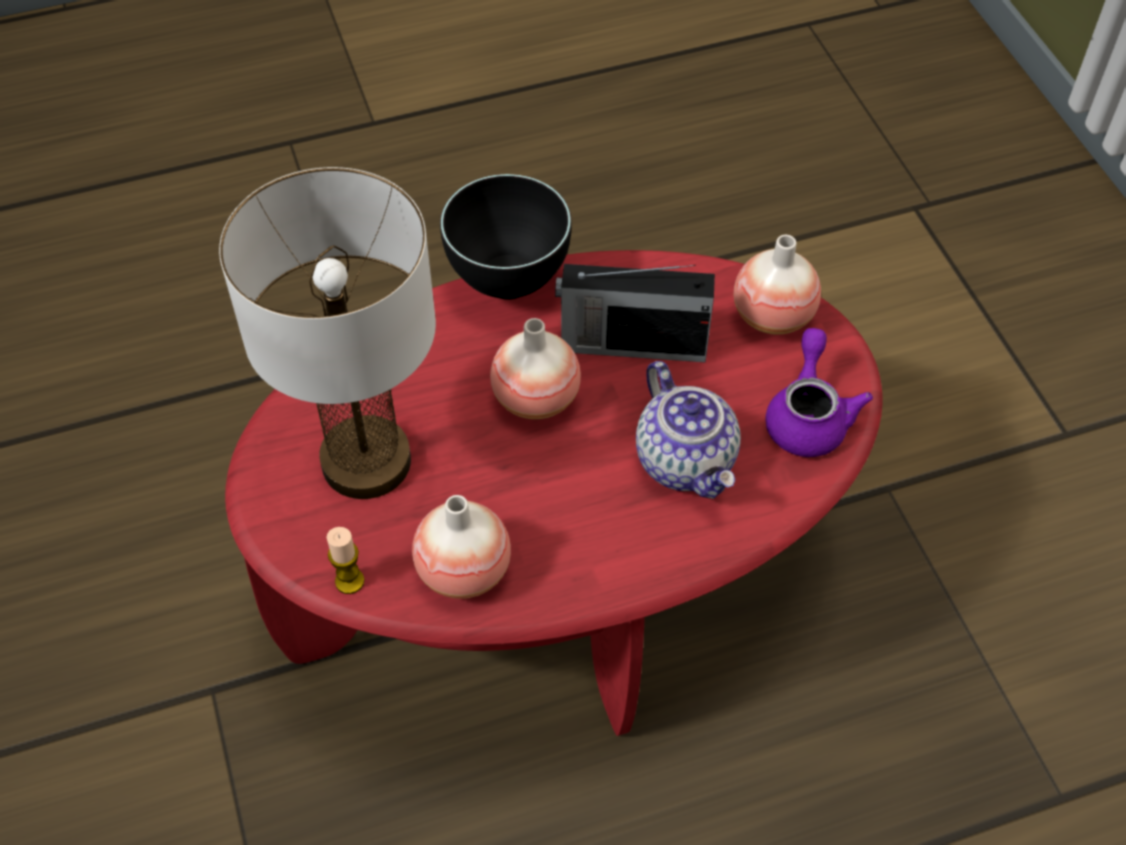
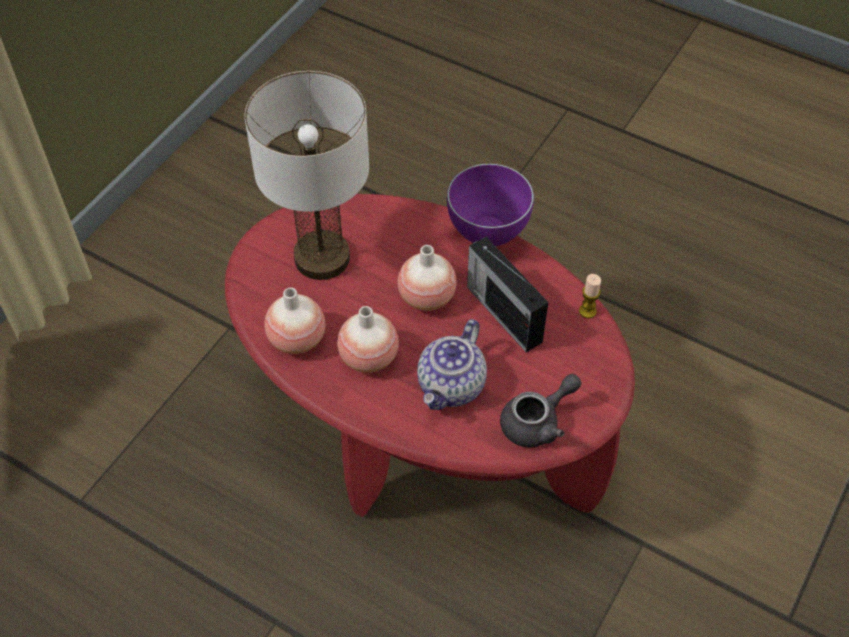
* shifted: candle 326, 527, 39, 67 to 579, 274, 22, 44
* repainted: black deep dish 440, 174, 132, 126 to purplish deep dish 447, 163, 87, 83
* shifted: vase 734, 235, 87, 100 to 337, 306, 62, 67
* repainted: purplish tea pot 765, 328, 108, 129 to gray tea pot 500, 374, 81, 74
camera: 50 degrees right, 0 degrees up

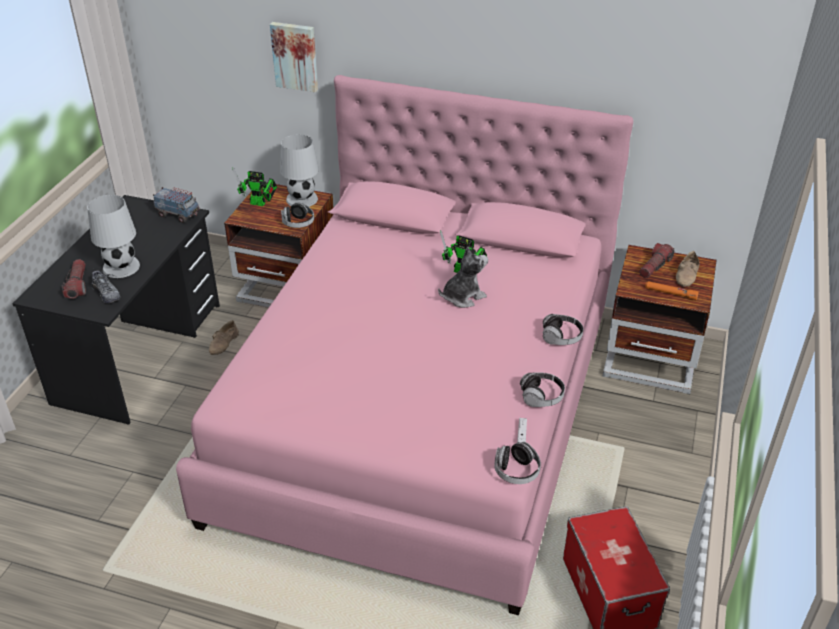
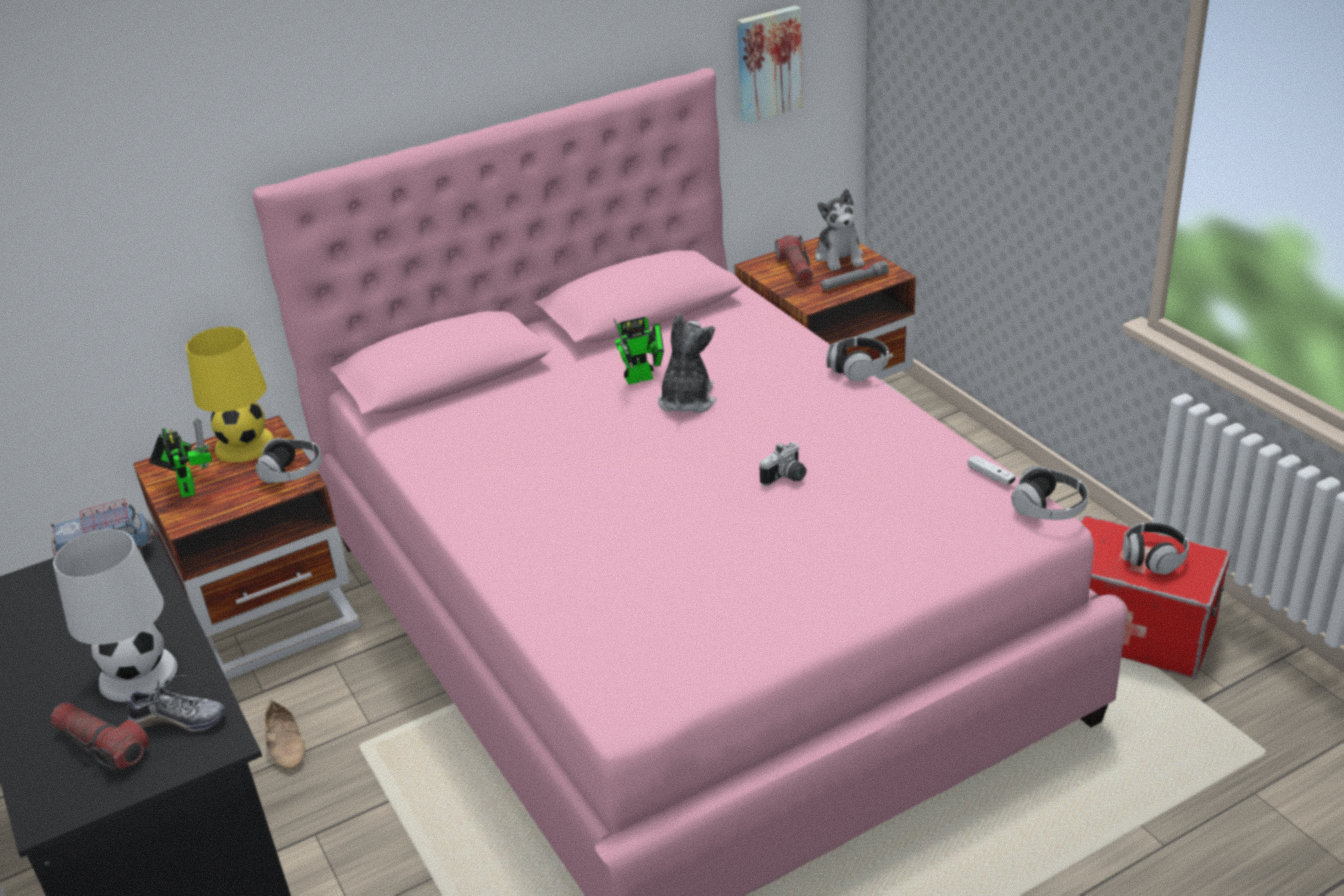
* rotated: robot figure 232, 167, 45, 39 = 149, 418, 63, 80 75 degrees counterclockwise
* shifted: wall art 270, 22, 48, 70 to 737, 5, 66, 119
* repainted: whitish tabletop lamp 280, 134, 39, 73 to yellowish tabletop lamp 186, 327, 88, 135
* shifted: headphones 520, 372, 45, 35 to 1123, 522, 66, 52
* repainted: orangey hand torch 645, 281, 54, 19 to gray hand torch 821, 261, 68, 29
* swapped: beige shoe 676, 251, 24, 36 to plush toy 815, 189, 49, 82
* new: still camera 760, 442, 47, 44
camera: 45 degrees left, 5 degrees down

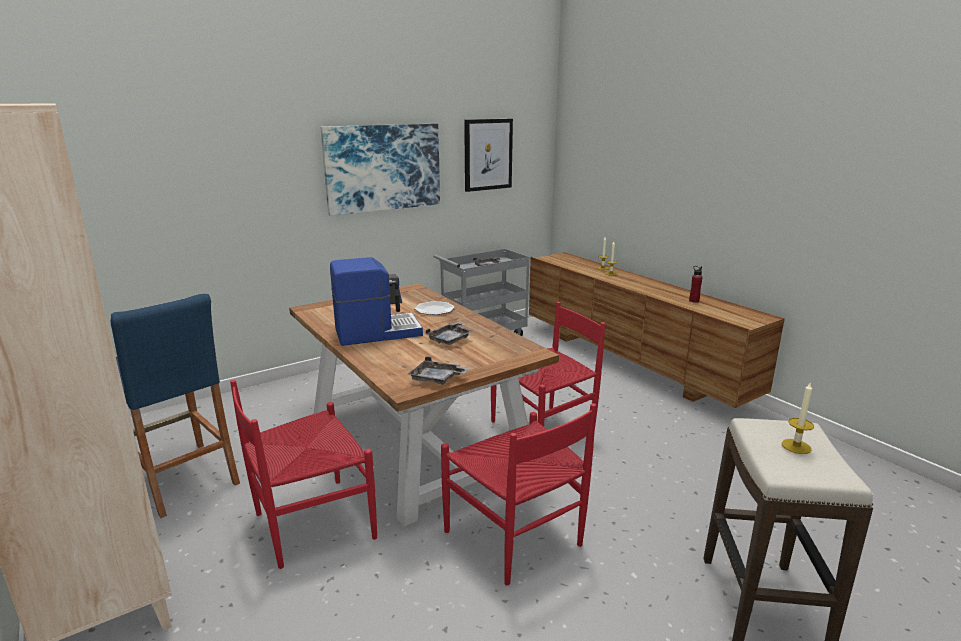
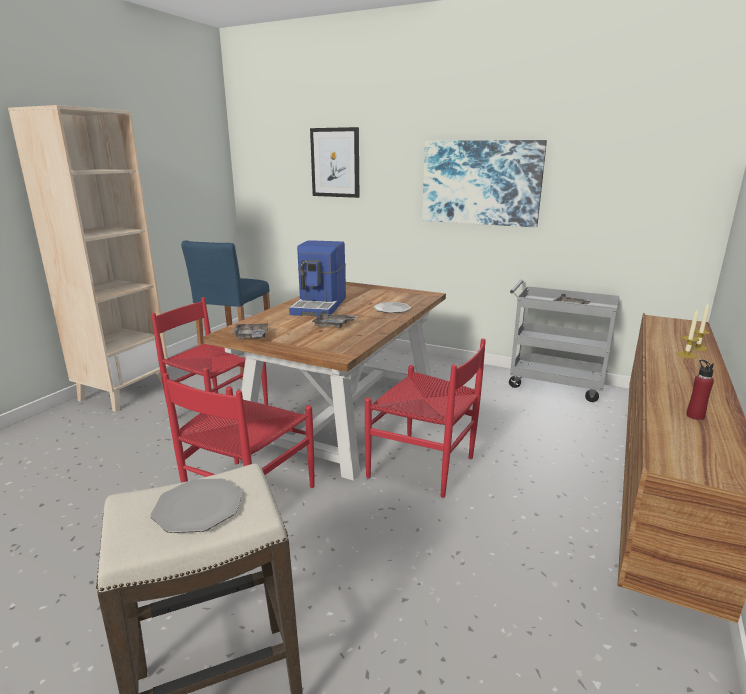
* rotated: coffee maker 330, 257, 93, 89 = 289, 240, 57, 77 60 degrees clockwise
* shifted: wall art 464, 119, 49, 73 to 310, 127, 49, 71
* swapped: candle 782, 383, 32, 71 to flat dish 150, 478, 92, 55
camera: 60 degrees right, 0 degrees up

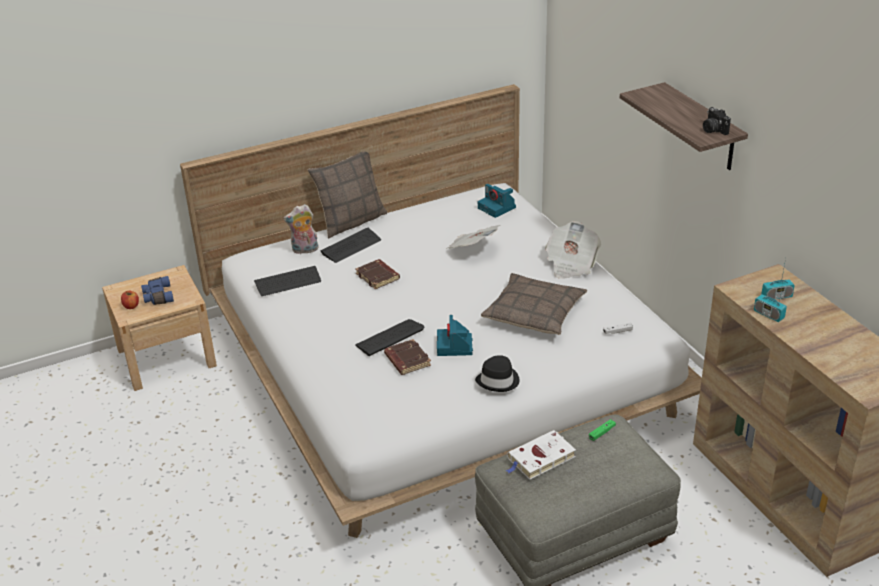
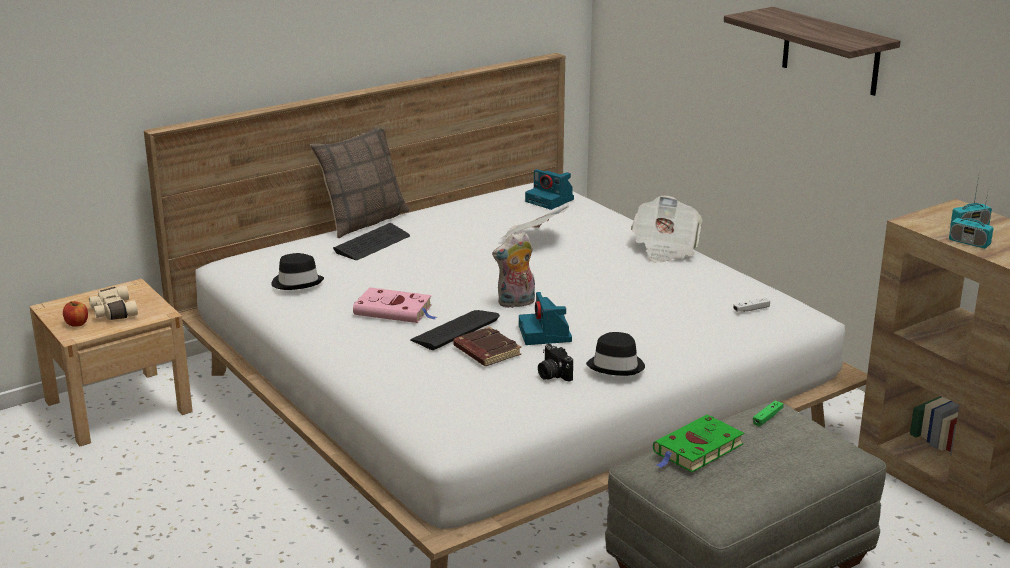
* repainted: bluish pair of binoculars 141, 276, 33, 29 to beige pair of binoculars 89, 285, 49, 35
* swapped: computer keyboard 254, 266, 67, 30 to black clothing hat 271, 253, 53, 37
* shifted: plush toy 283, 204, 36, 50 to 492, 232, 43, 76
* gone: brown bound book 355, 259, 45, 30
* gone: pillow 481, 273, 106, 62
* repainted: whitish bound book 506, 430, 70, 50 to green bound book 653, 415, 91, 57
* shifted: still camera 703, 107, 28, 28 to 538, 344, 35, 38
* new: pink-coloured bound book 353, 287, 84, 36
camera: 10 degrees left, 10 degrees down

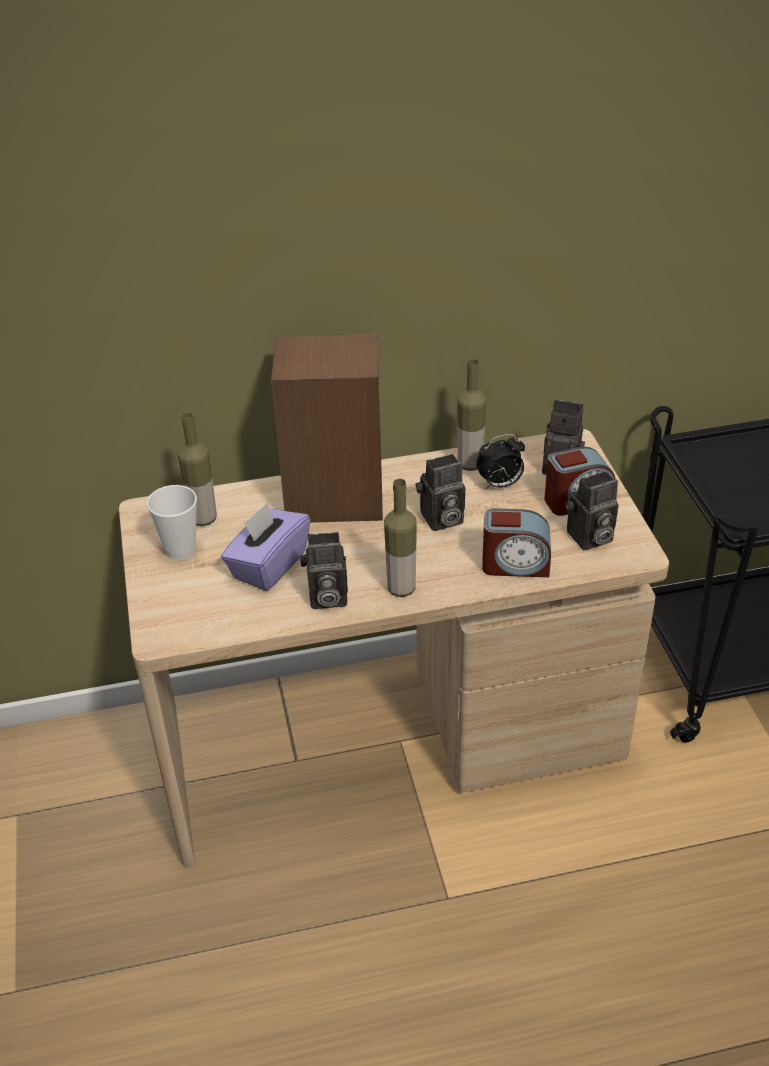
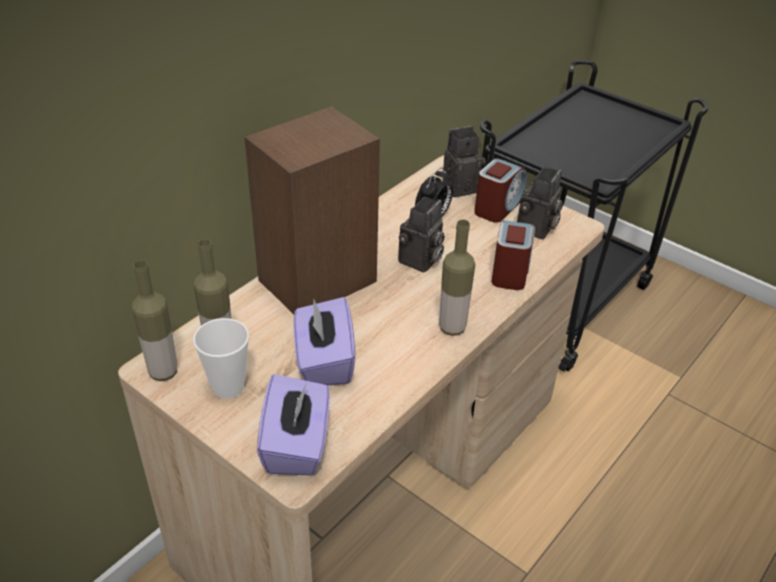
* gone: still camera 300, 532, 48, 77
* shifted: bottle 457, 359, 30, 112 to 132, 260, 45, 121
* rotated: table clock 482, 508, 69, 69 = 492, 220, 43, 70 45 degrees counterclockwise
* new: purplish tissue box 257, 374, 73, 102
camera: 40 degrees left, 0 degrees up

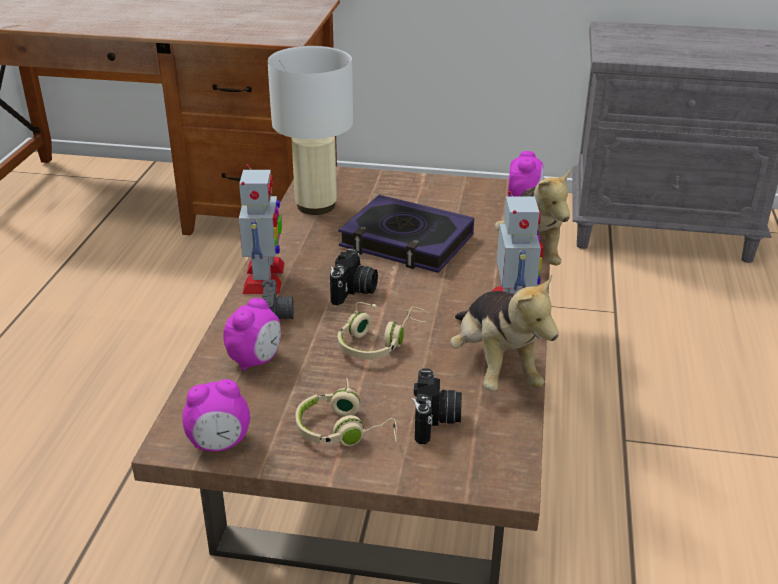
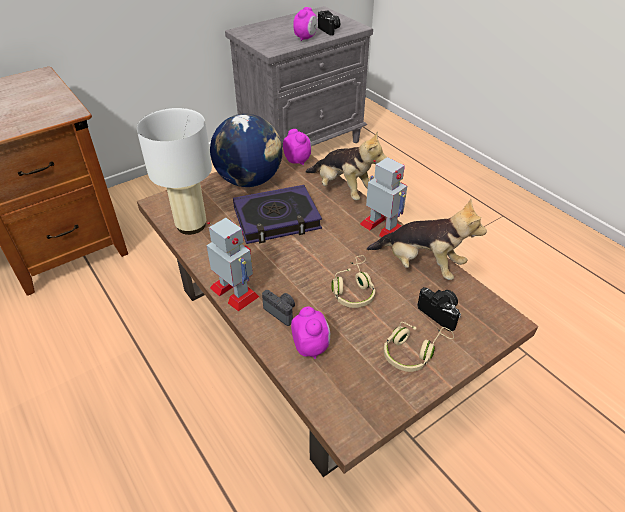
* shifted: table clock 182, 379, 68, 72 to 293, 7, 24, 34
* shifted: still camera 330, 248, 48, 57 to 318, 10, 22, 26
* new: desk globe 210, 114, 72, 73
camera: 45 degrees left, 10 degrees up

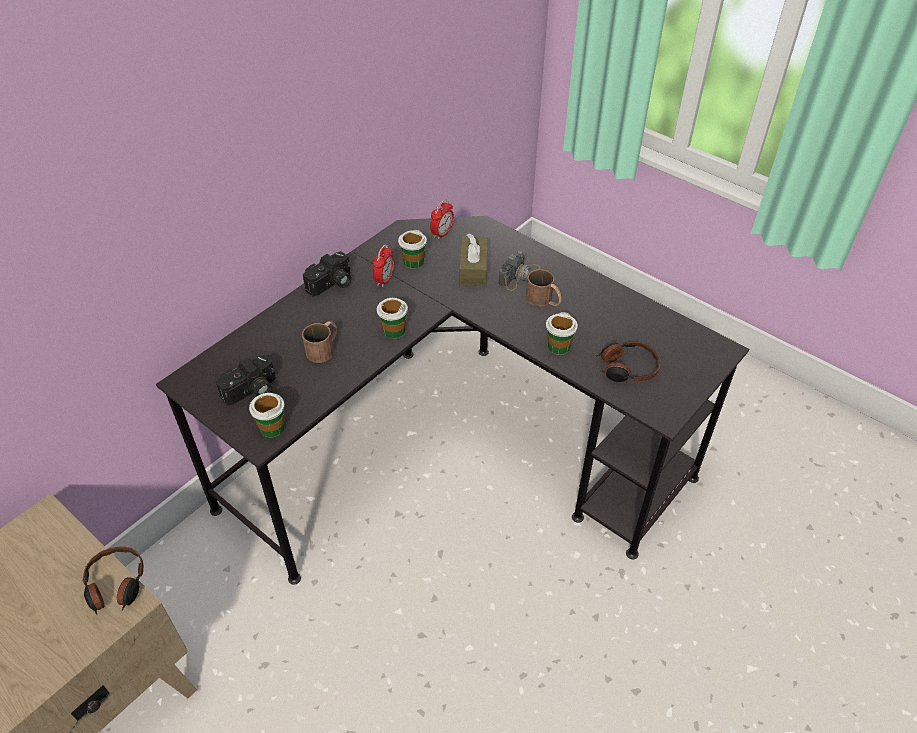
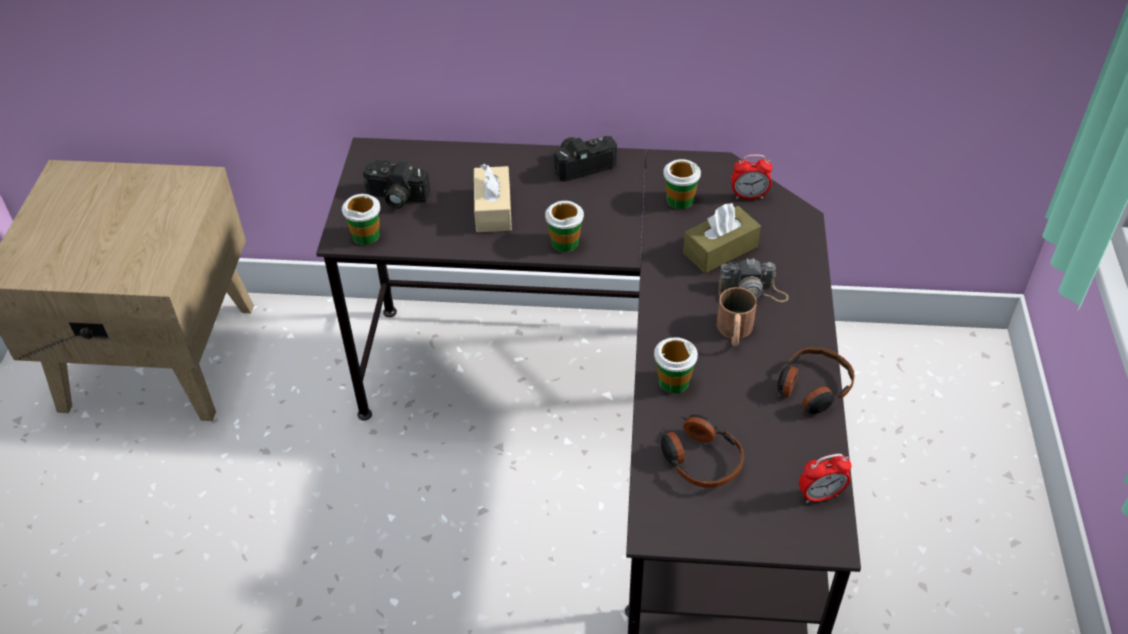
* shifted: headphones 83, 546, 60, 69 to 777, 347, 77, 67
* swapped: brown coffee mug 302, 321, 35, 42 to beige tissue box 474, 164, 38, 68
* rotated: still camera 303, 251, 48, 46 = 554, 136, 63, 45 150 degrees clockwise
* shifted: table clock 373, 244, 21, 43 to 799, 454, 52, 49
camera: 55 degrees right, 0 degrees up

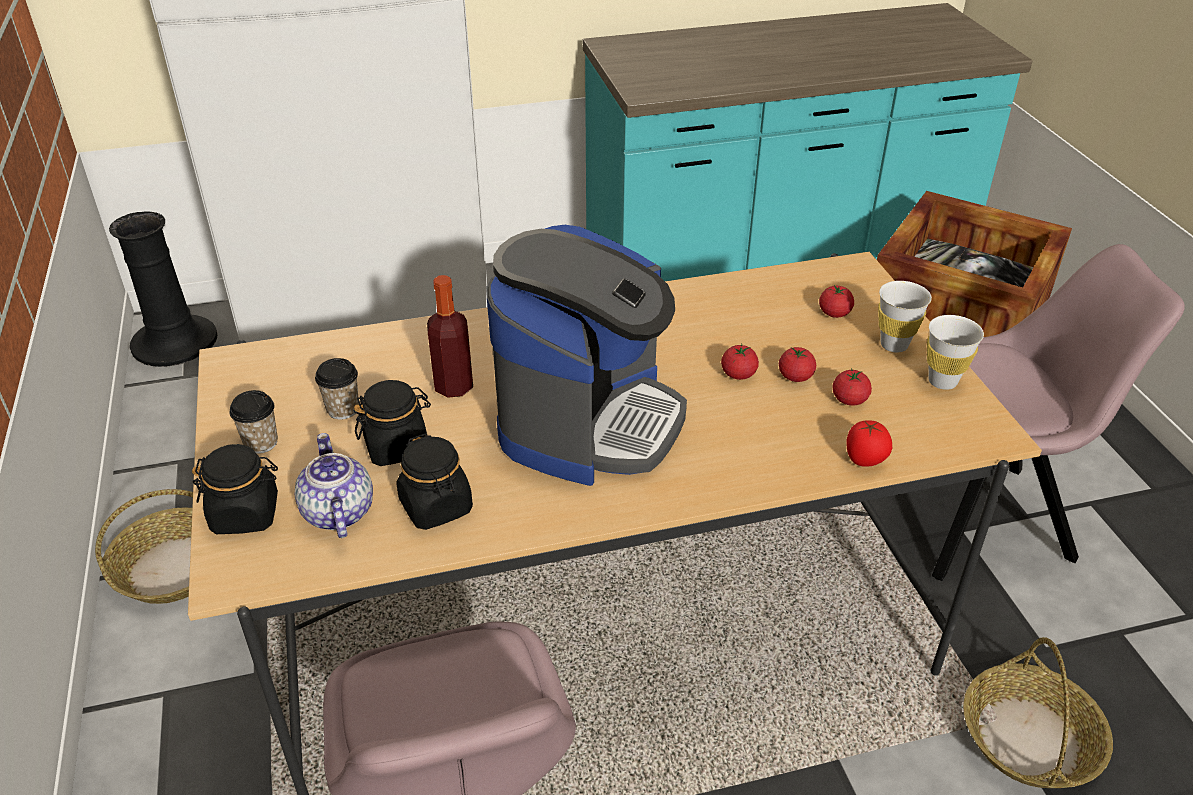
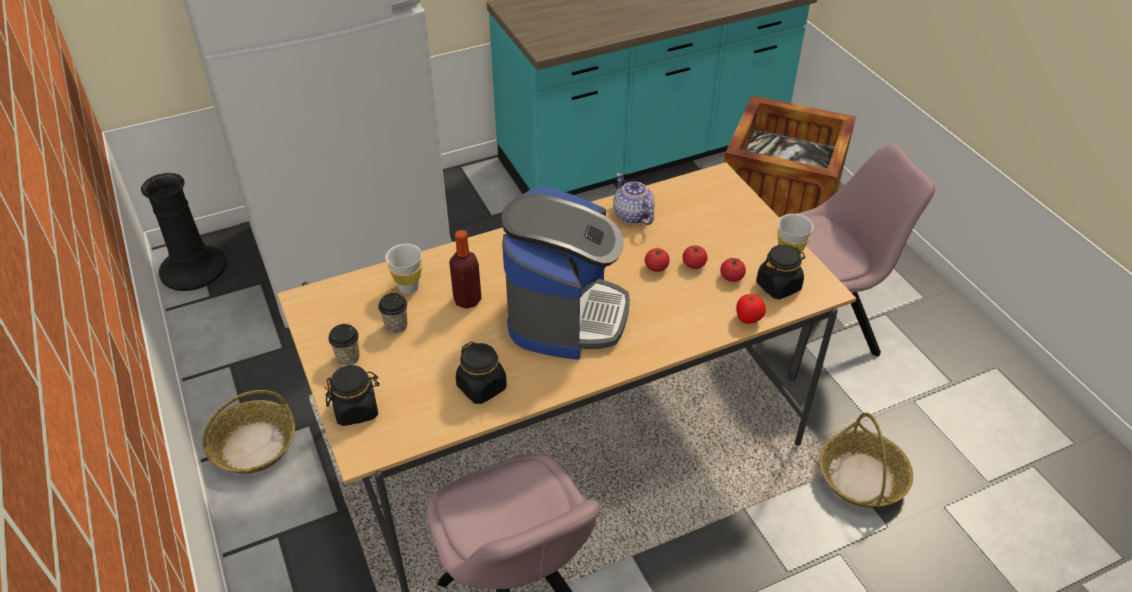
* shifted: tea pot 294, 433, 79, 105 to 613, 173, 42, 52
* shifted: black jar 354, 380, 77, 86 to 756, 245, 49, 55
* gone: tomato 819, 284, 35, 34
* shifted: whitish small cup 878, 281, 54, 72 to 385, 244, 37, 50
camera: 10 degrees left, 5 degrees up

